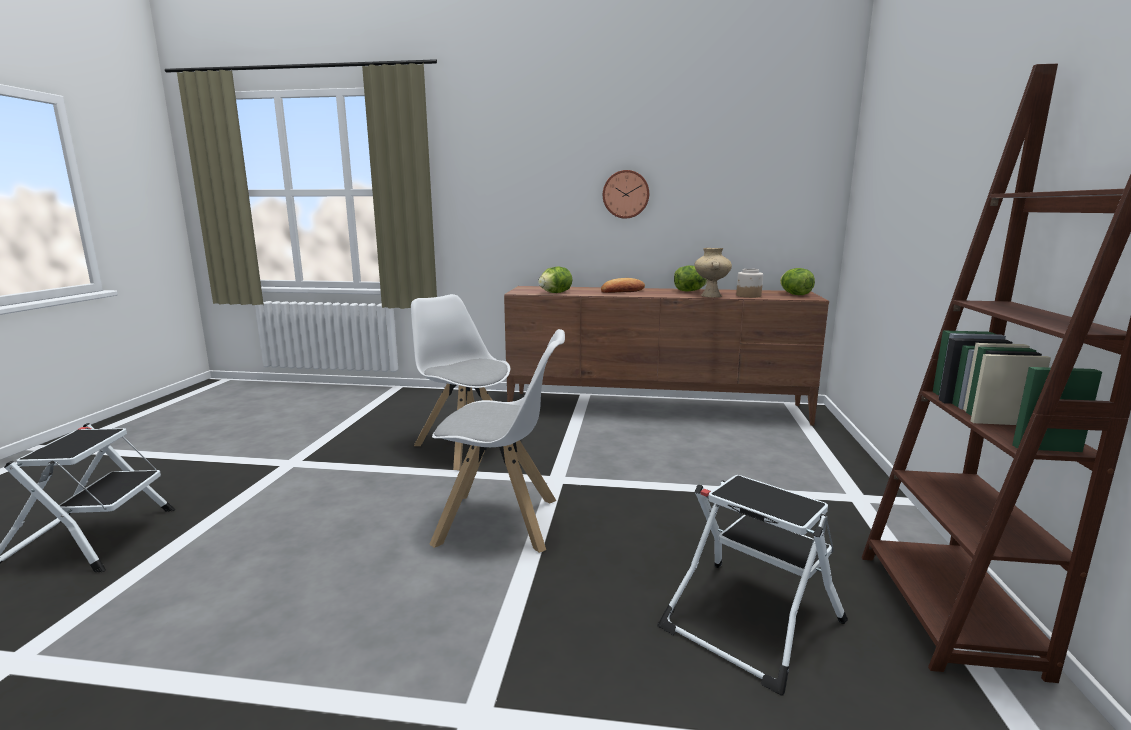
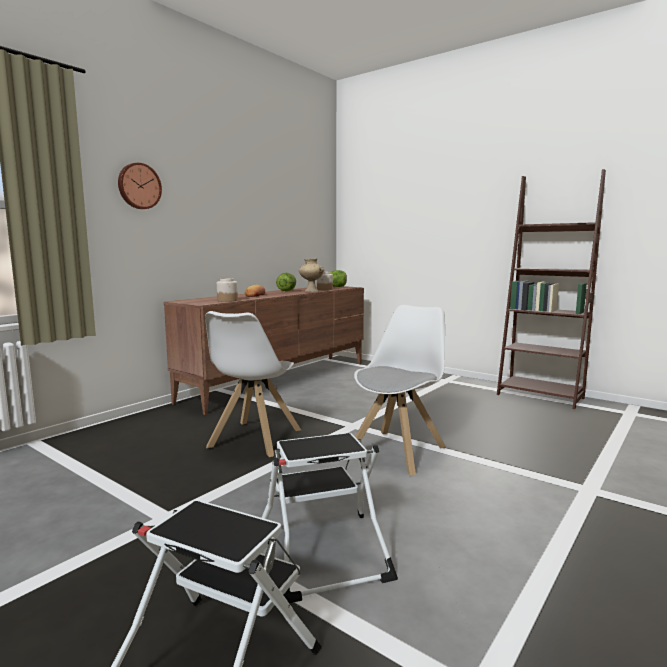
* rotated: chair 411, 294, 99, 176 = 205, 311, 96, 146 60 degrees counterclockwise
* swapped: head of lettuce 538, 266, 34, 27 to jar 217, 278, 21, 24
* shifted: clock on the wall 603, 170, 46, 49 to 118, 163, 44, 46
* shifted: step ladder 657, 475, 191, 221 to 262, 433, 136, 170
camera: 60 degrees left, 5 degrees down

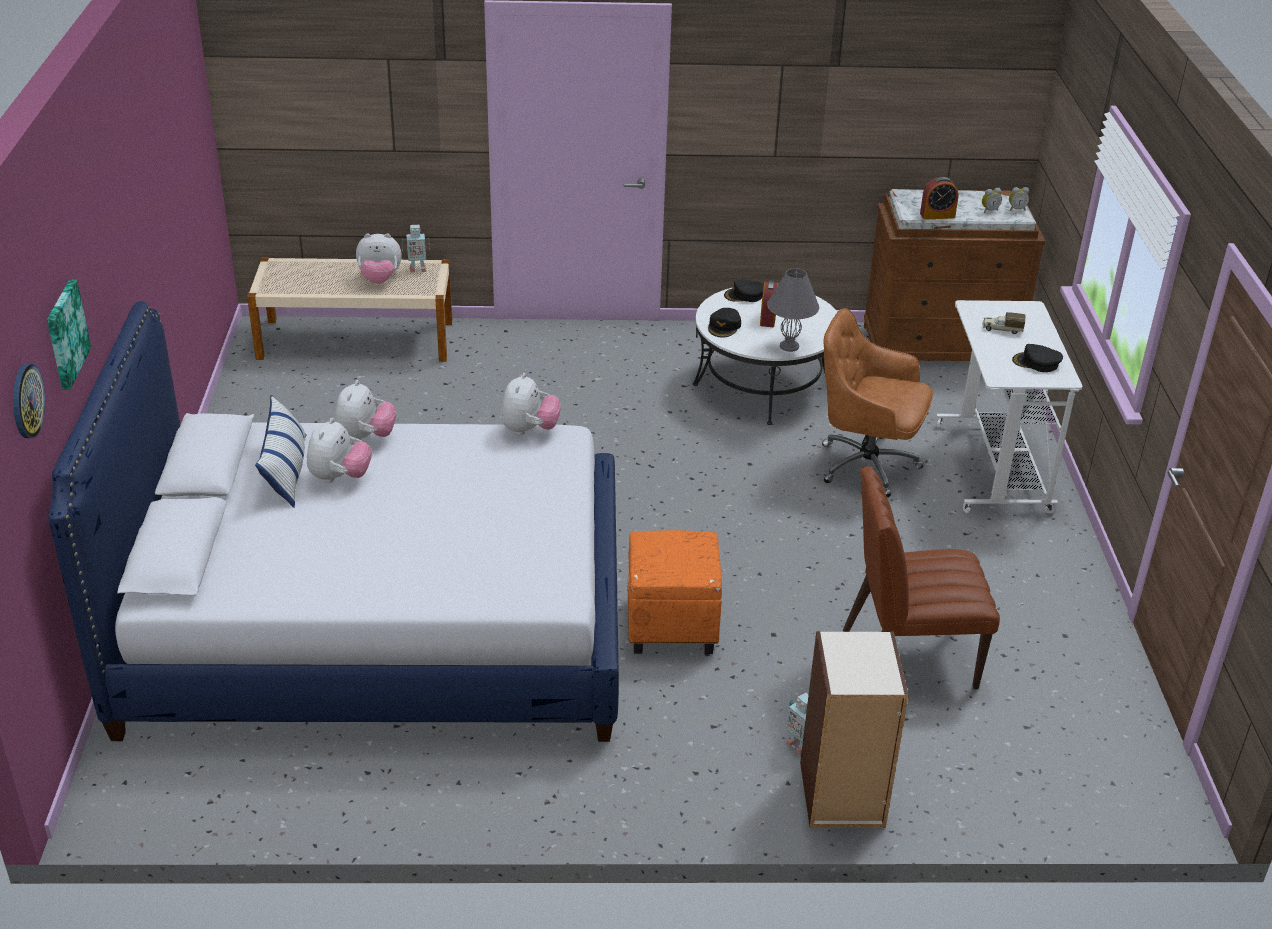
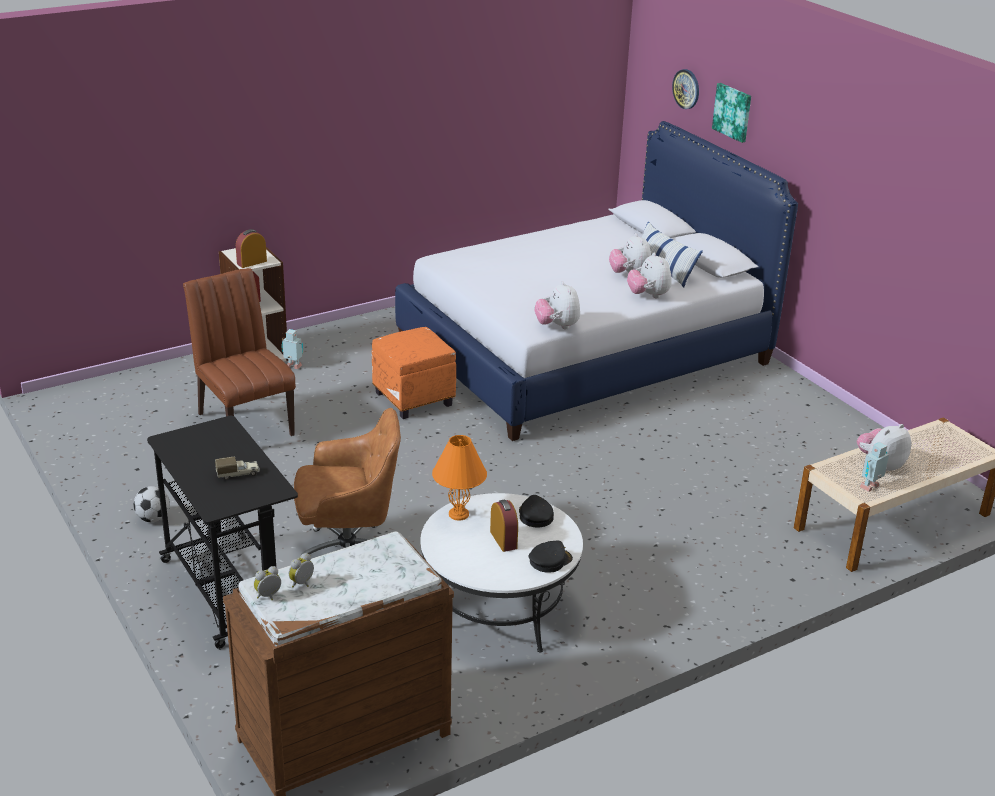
* repainted: gray tabletop lamp 767, 268, 52, 84 to orangey tabletop lamp 432, 435, 55, 86
* rotated: brown chair 843, 466, 157, 223 = 183, 268, 113, 168 90 degrees counterclockwise
* shifted: table clock 920, 177, 39, 43 to 236, 229, 31, 39
* repainted: whitish desk table 937, 300, 145, 214 to black desk table 147, 416, 151, 233
* gone: black baseball cap 1012, 344, 51, 28
* new: football 134, 486, 36, 36
camera: 150 degrees right, 5 degrees down

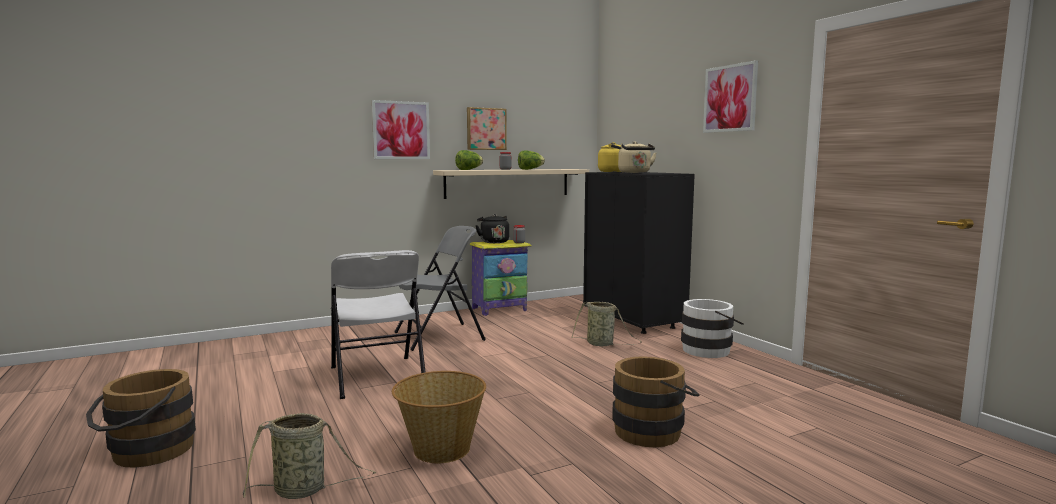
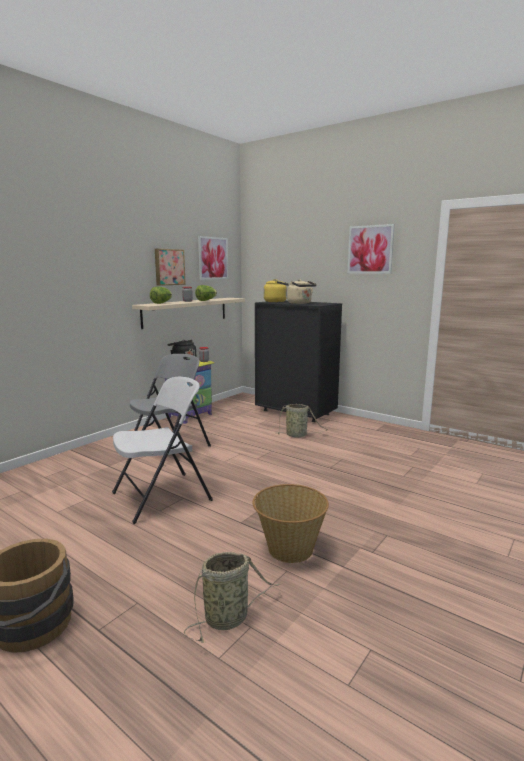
* rotated: whitish chair 331, 250, 94, 149 = 112, 377, 101, 147 75 degrees counterclockwise
* shifted: wall art 372, 100, 58, 59 to 198, 236, 30, 44
* gone: brown bucket 612, 356, 88, 91
* gone: whitish bucket 681, 299, 63, 59
camera: 25 degrees left, 5 degrees up

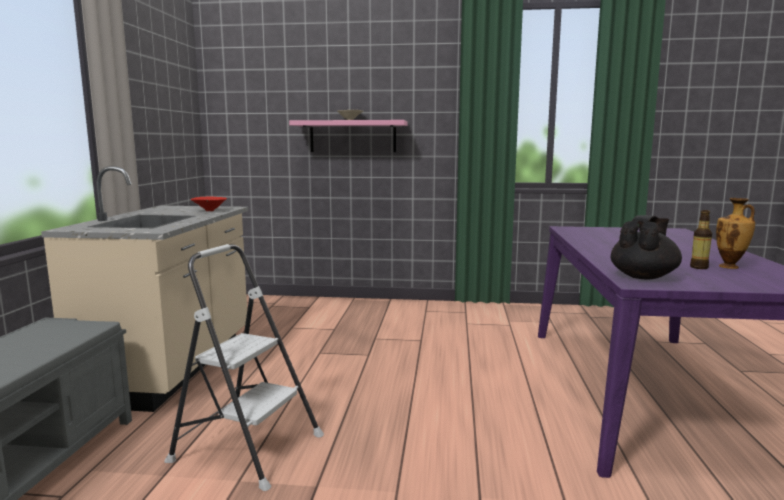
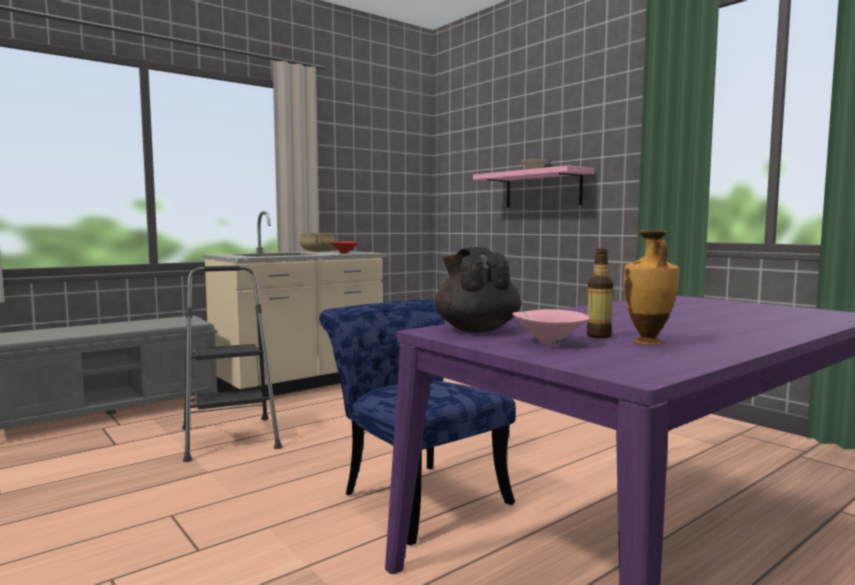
* repainted: whitish step ladder 164, 244, 160, 247 to black step ladder 182, 265, 100, 197
* rotated: black tea pot 611, 215, 71, 64 = 435, 247, 86, 86 105 degrees counterclockwise
* new: beige cooking pot 300, 233, 35, 19
* new: bluish chair 320, 299, 196, 246
* new: pink-coloured deep dish 512, 309, 77, 36
camera: 45 degrees right, 5 degrees down

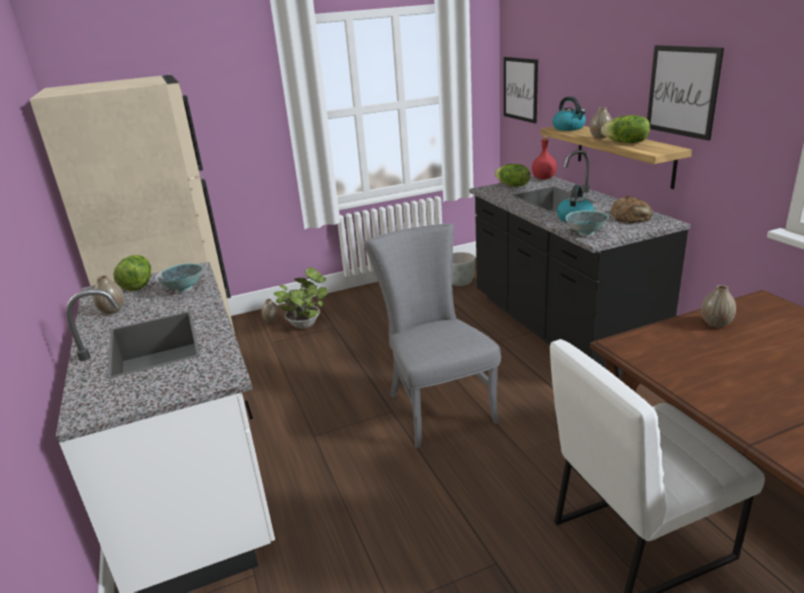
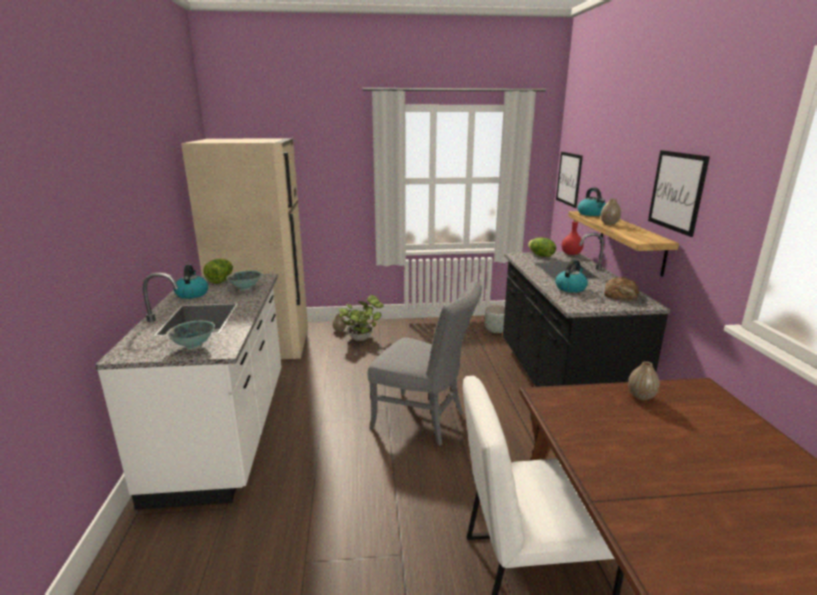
* swapped: vase 93, 275, 31, 39 to tea kettle 173, 265, 35, 34
* rotated: gray chair 364, 223, 137, 226 = 368, 282, 114, 164 120 degrees clockwise
* shifted: deep dish 565, 210, 44, 27 to 166, 321, 49, 29
* gone: head of lettuce 601, 115, 49, 28
camera: 15 degrees right, 5 degrees down

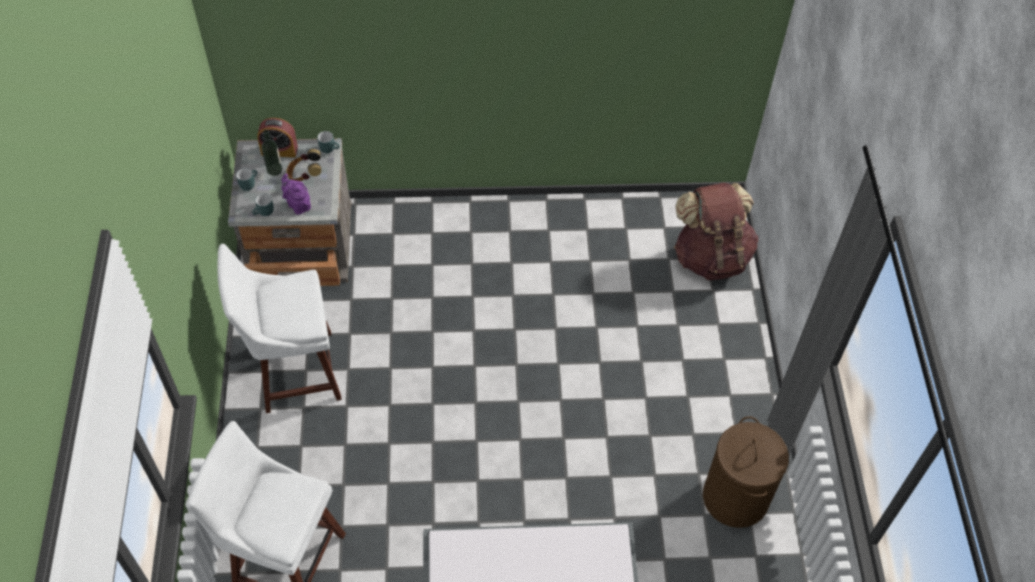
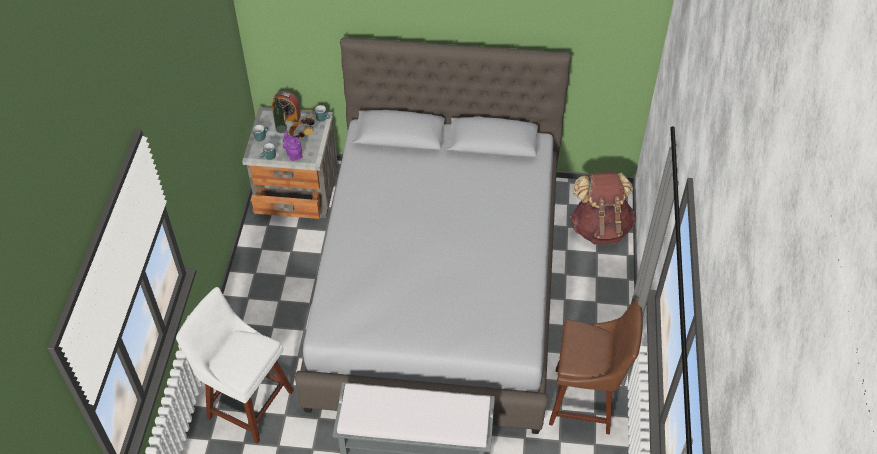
* gone: whitish chair 217, 244, 125, 169
* swapped: brown hamper 703, 416, 86, 112 to brown chair 549, 299, 94, 135
* new: gray bed 295, 37, 276, 397
camera: 10 degrees right, 5 degrees down

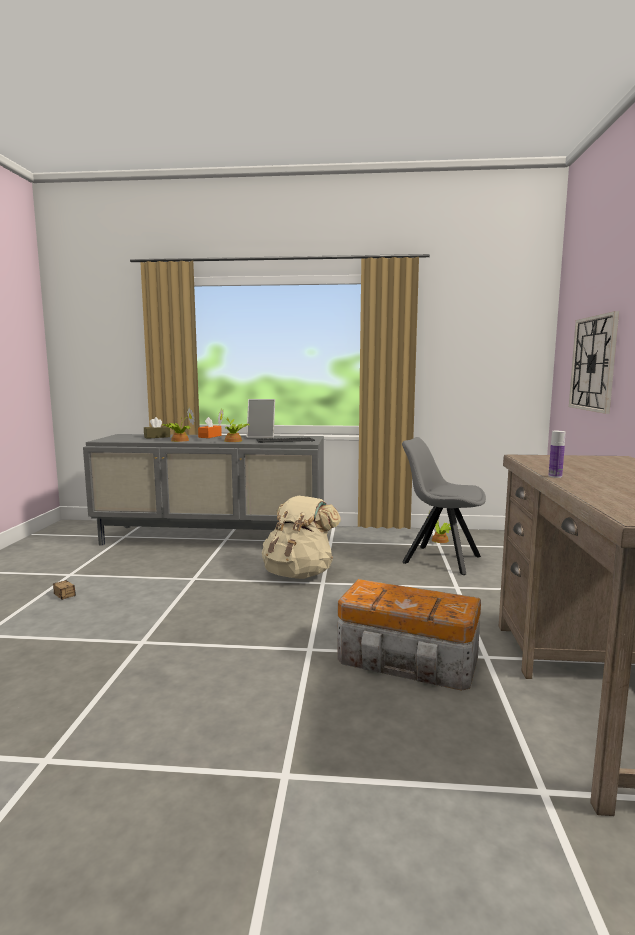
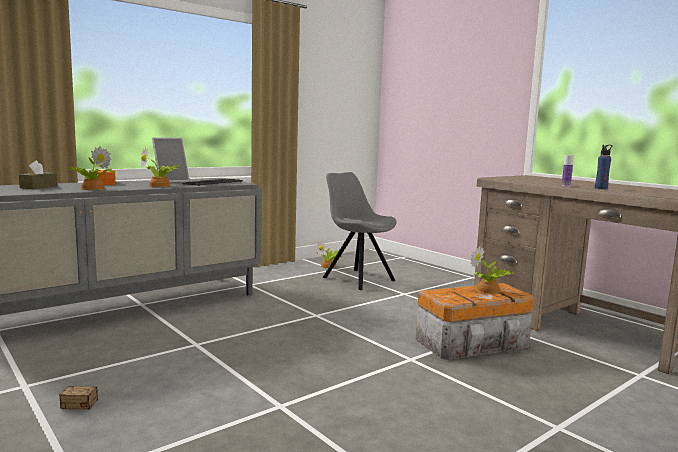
* gone: beige backpack 262, 496, 79, 83
* rotated: gray chair 402, 437, 84, 138 = 323, 172, 74, 118 60 degrees clockwise
* gone: clock on the wall 569, 311, 50, 103
* new: potted plant 470, 246, 45, 48
* new: bluish bottle 595, 145, 17, 44
camera: 45 degrees left, 0 degrees up

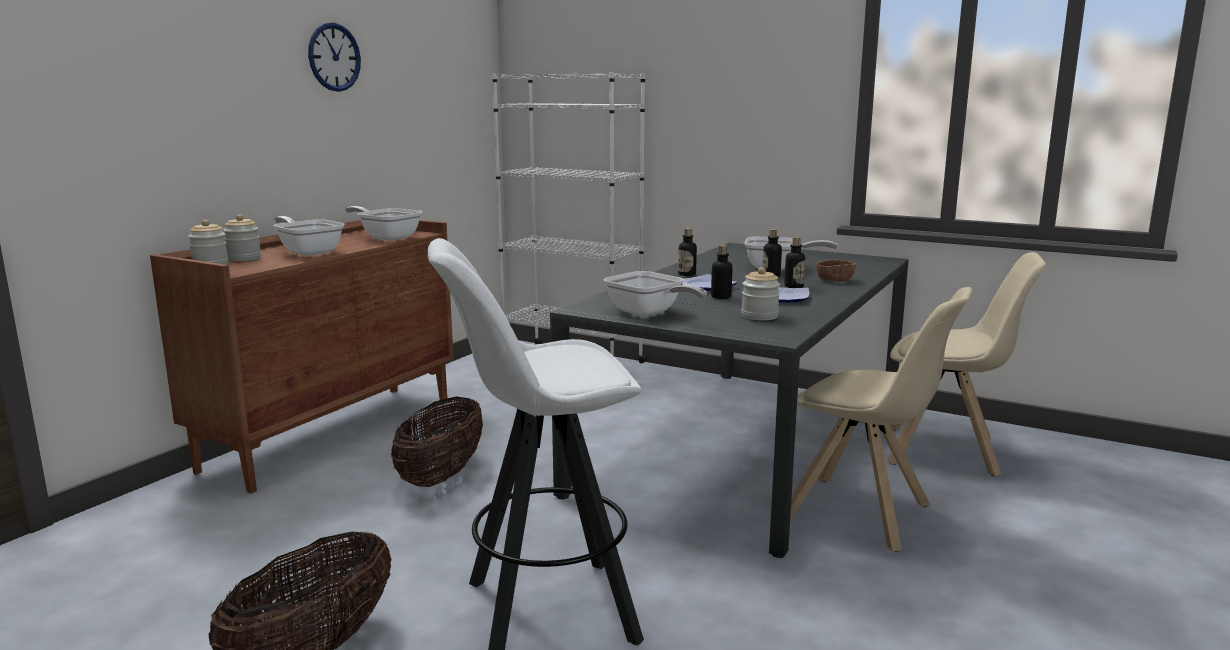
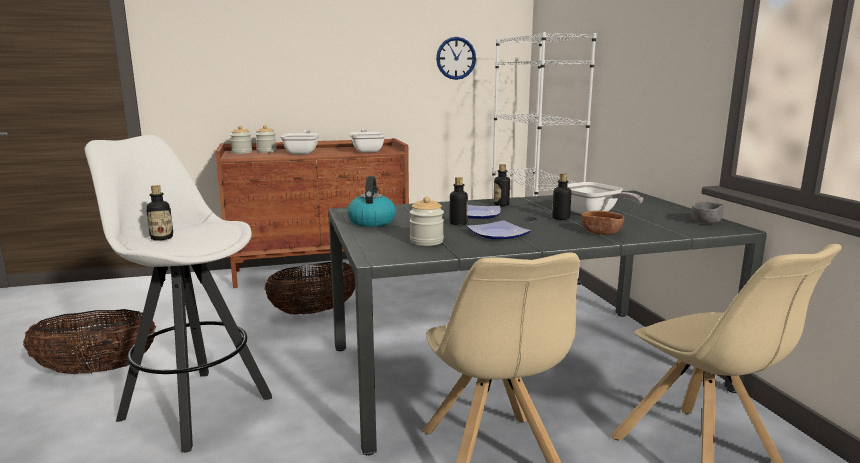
* shifted: clock on the wall 308, 23, 53, 69 to 436, 37, 40, 43
* swapped: skillet 603, 271, 104, 45 to tea kettle 347, 176, 49, 51
* shifted: bottle 784, 237, 21, 51 to 146, 185, 27, 56
* new: gray deep dish 691, 201, 33, 23
camera: 45 degrees right, 0 degrees up

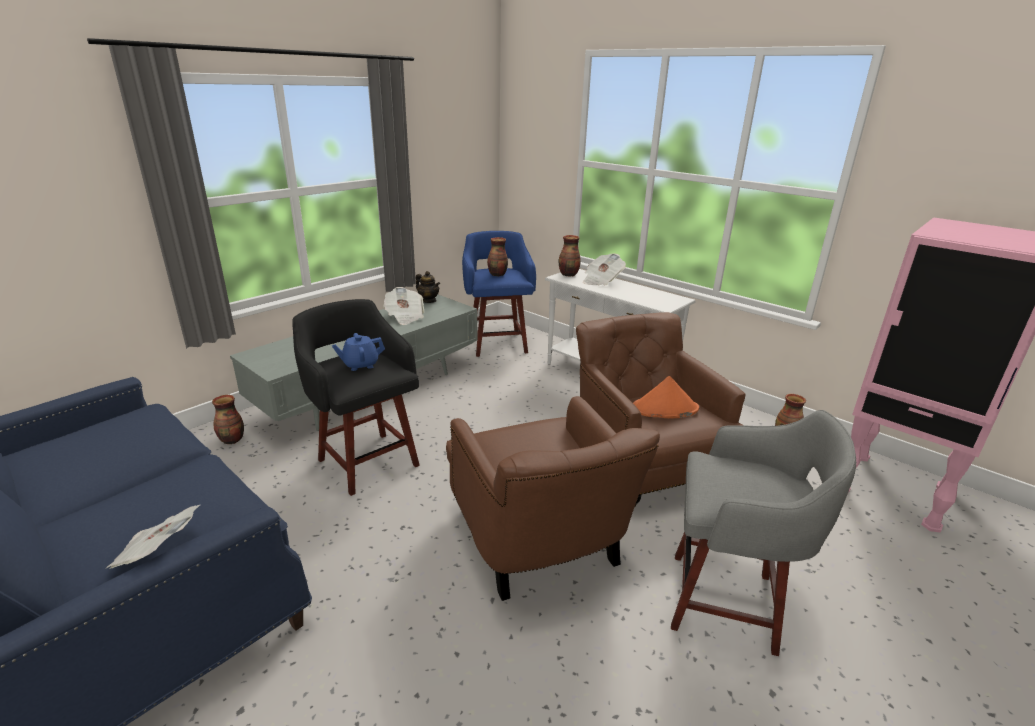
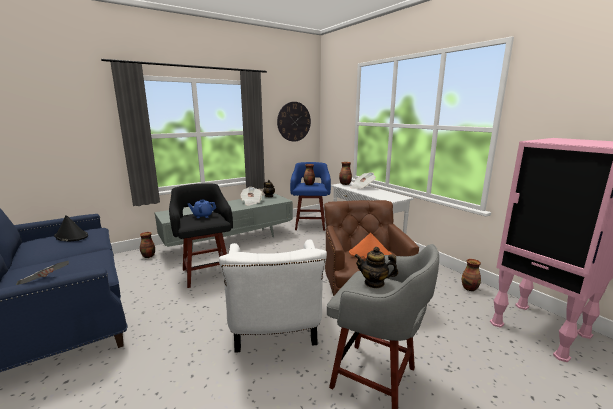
* repainted: brown armchair 446, 396, 214, 205 to whitish armchair 219, 240, 108, 113
* new: black clothing hat 54, 215, 34, 27
* new: clock on the wall 277, 102, 34, 40
* new: tea pot 354, 247, 44, 41
camera: 15 degrees right, 10 degrees down

